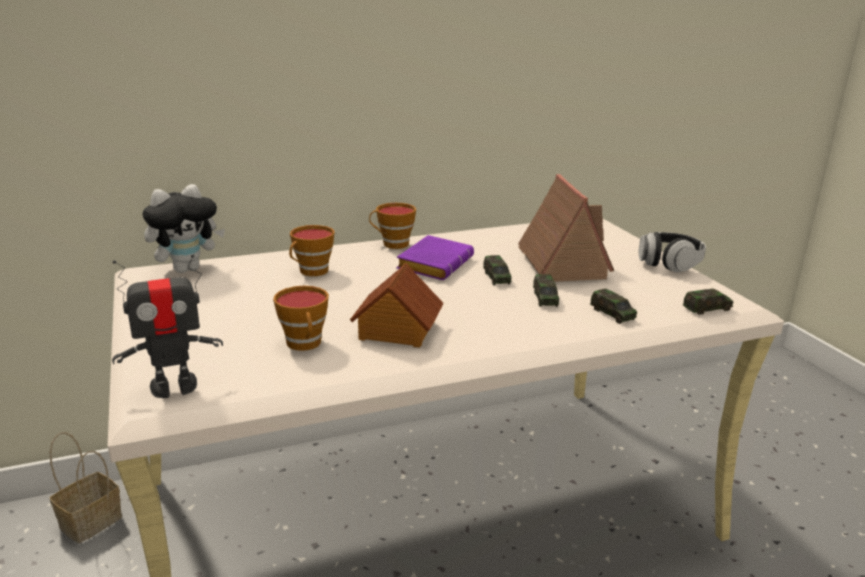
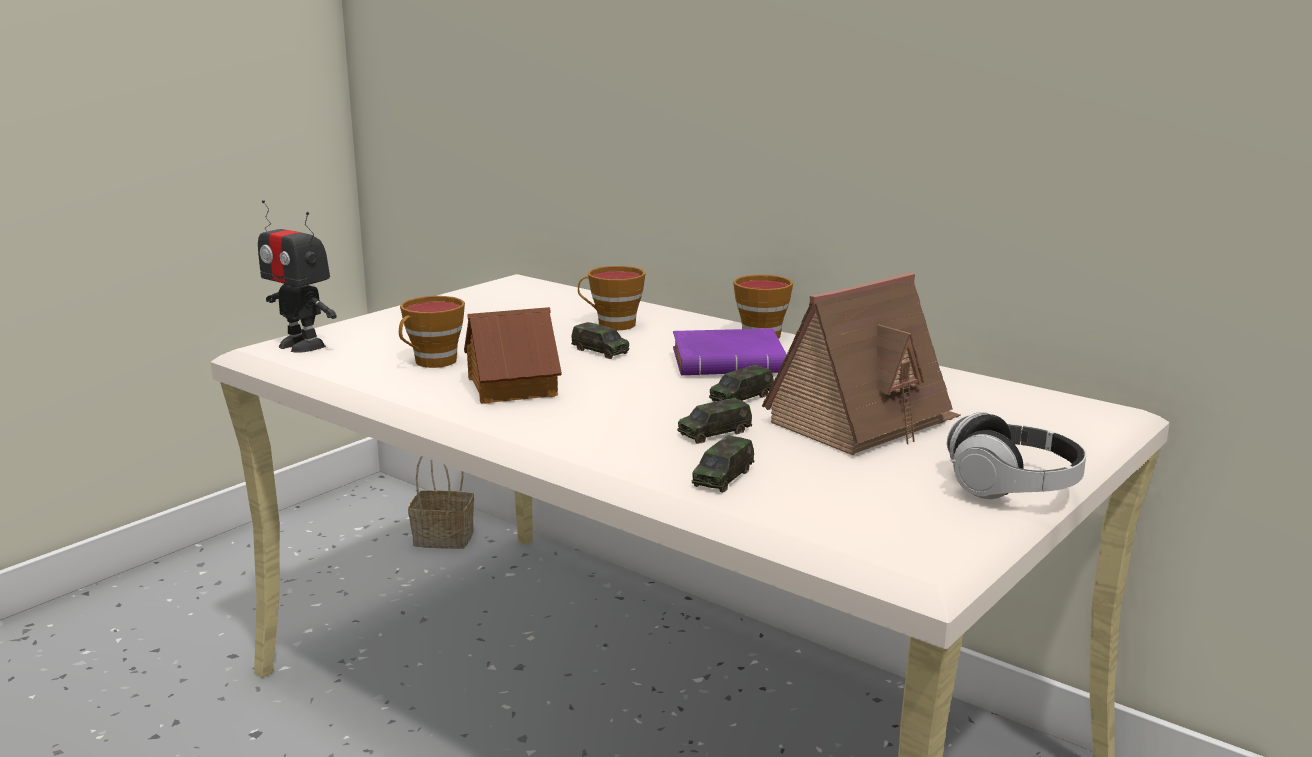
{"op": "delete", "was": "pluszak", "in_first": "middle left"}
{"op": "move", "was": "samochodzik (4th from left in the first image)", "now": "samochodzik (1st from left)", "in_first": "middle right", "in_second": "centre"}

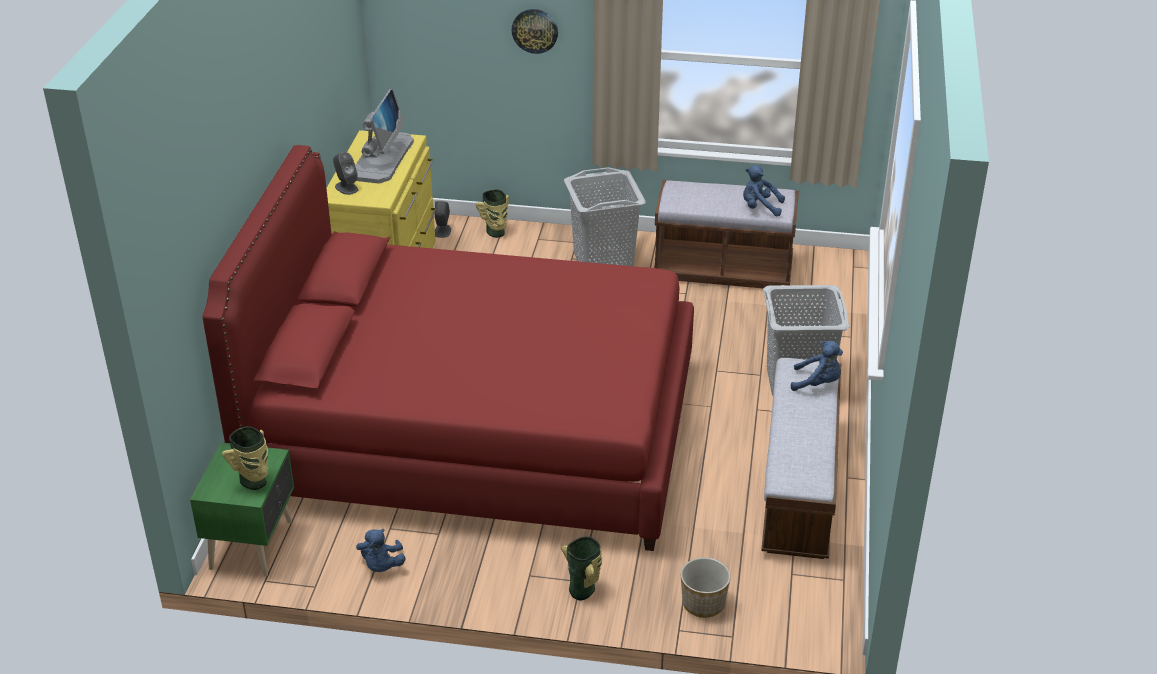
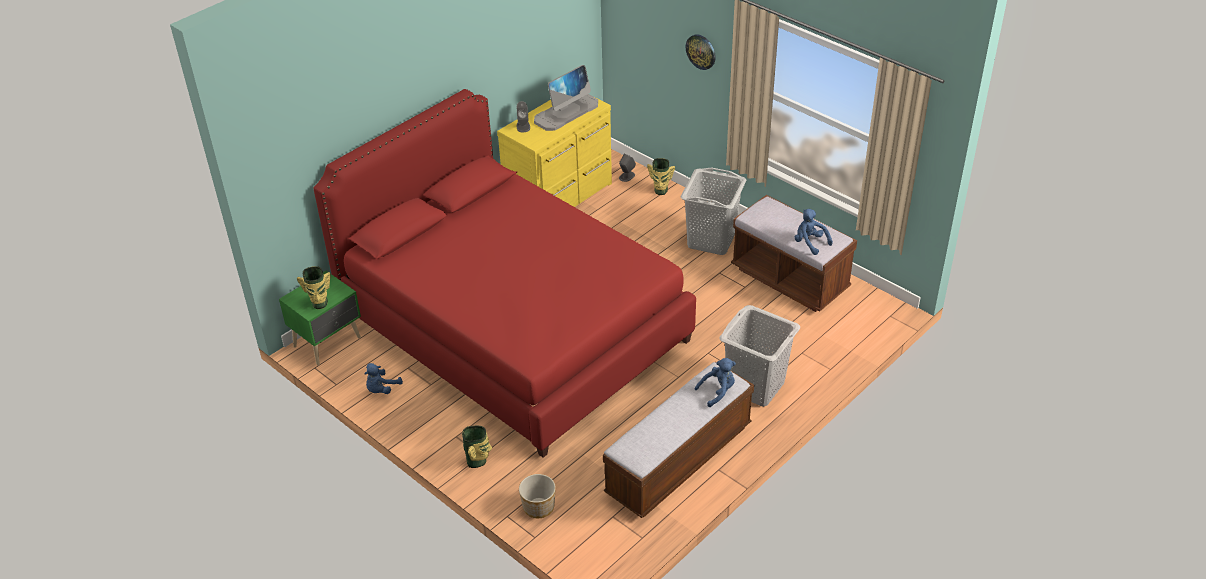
{"op": "rotate", "was": "pluszak [niebieski] (3rd from left in the first image)", "in_first": "middle right", "in_second": "centre", "clockwise": -75}

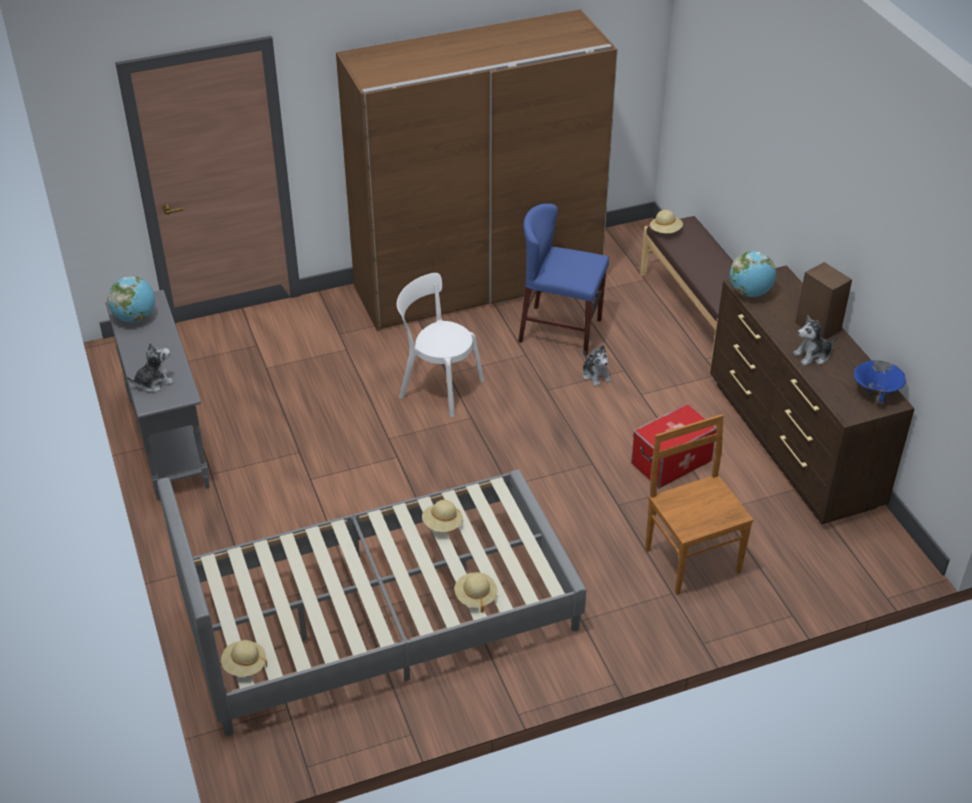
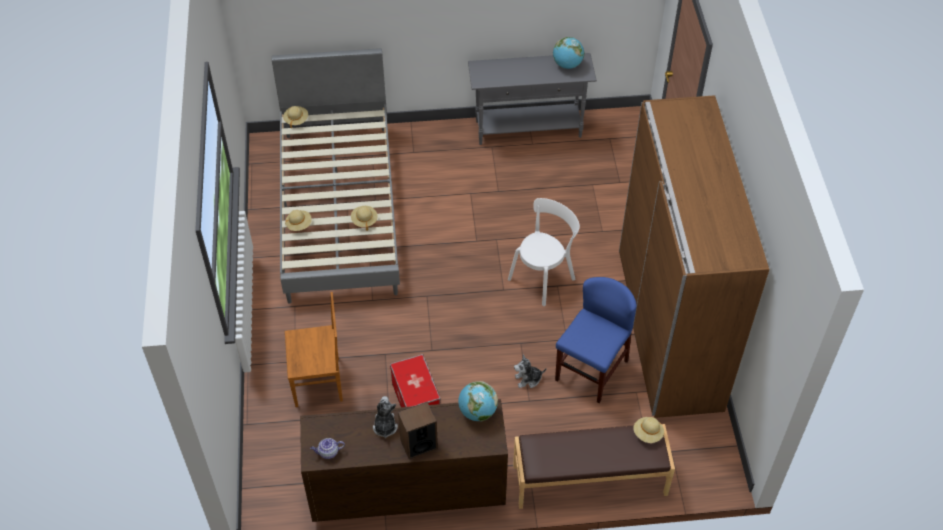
{"op": "delete", "was": "pluszak (1st from left)", "in_first": "middle left"}
{"op": "replace", "was": "miska [niebieski]", "now": "imbryk", "in_first": "middle right", "in_second": "bottom centre"}

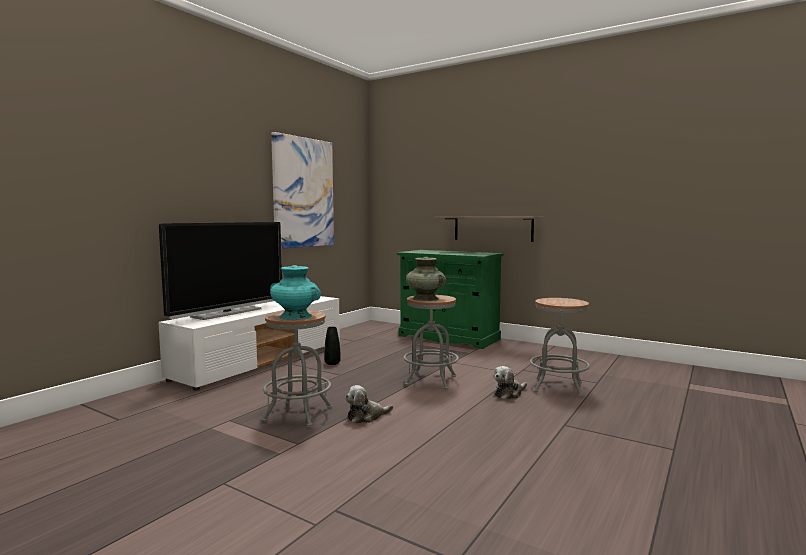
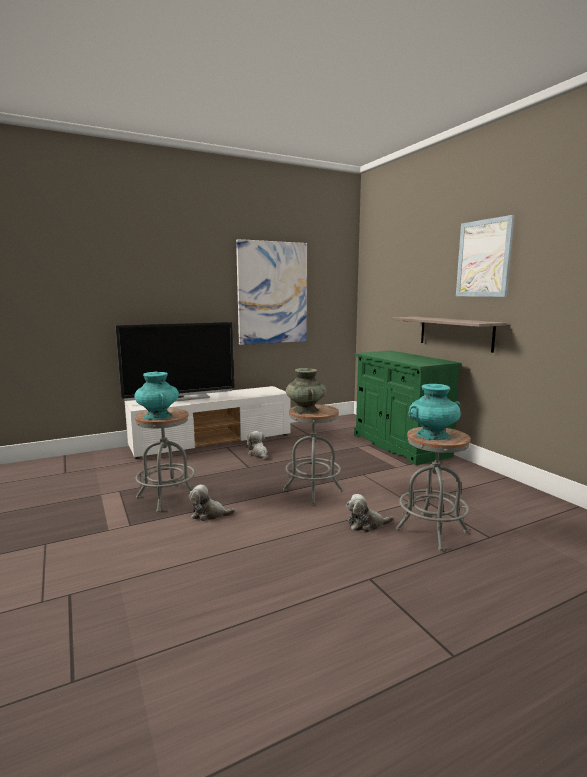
{"op": "replace", "was": "wazon [czarny]", "now": "pluszak (2nd from left)", "in_first": "centre", "in_second": "centre"}
{"op": "insert", "now": "wazon [turkusowy] (3rd from left)", "in_second": "middle right"}
{"op": "insert", "now": "obraz (2nd from left)", "in_second": "top right"}

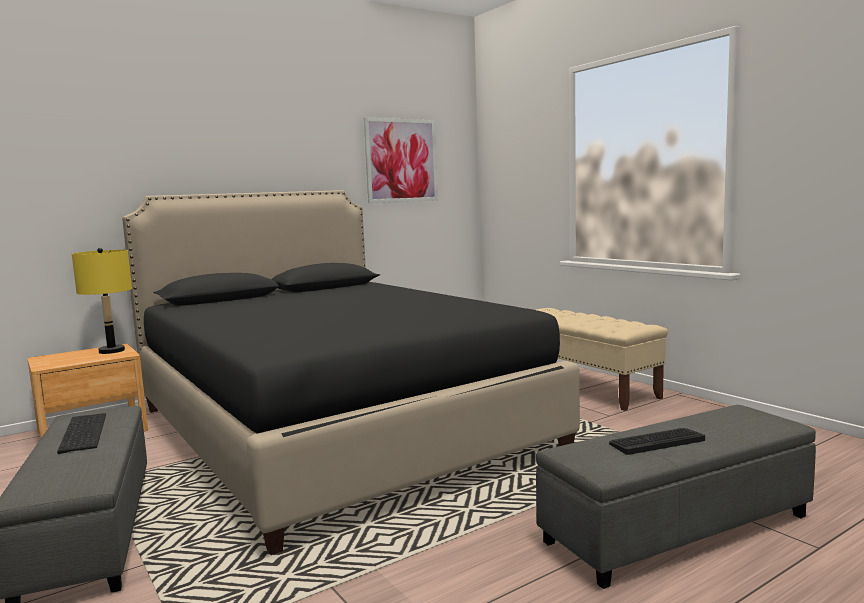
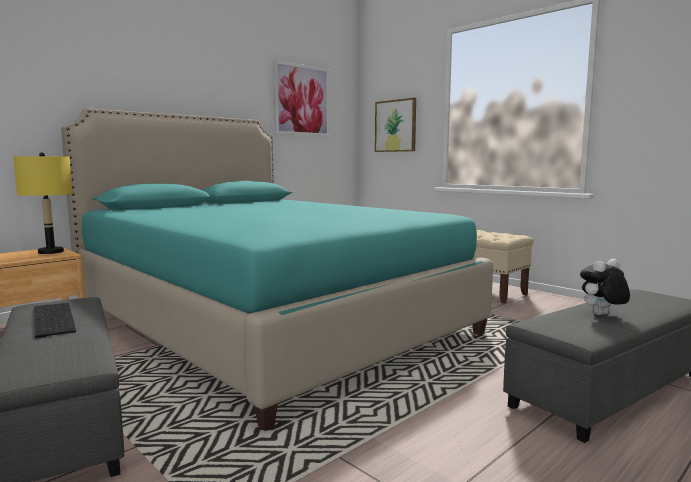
{"op": "recolor", "was": "łóżko [czarny]", "now": "łóżko [turkusowy]", "in_first": "centre", "in_second": "centre"}
{"op": "replace", "was": "klawiatura (2nd from left)", "now": "pluszak", "in_first": "bottom right", "in_second": "middle right"}
{"op": "insert", "now": "obraz (2nd from left)", "in_second": "top centre"}

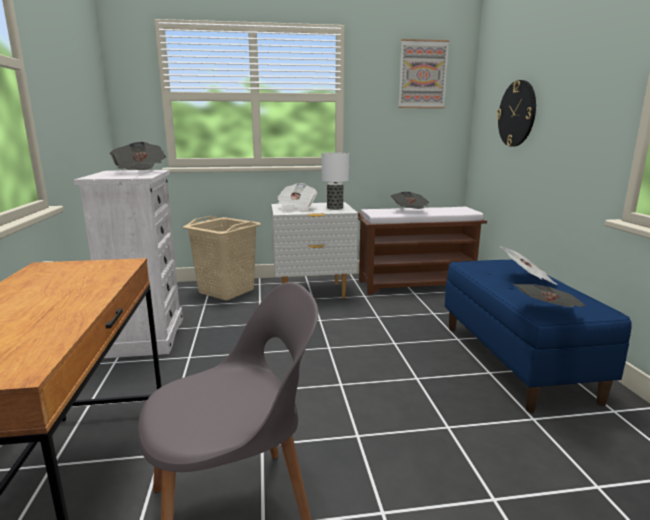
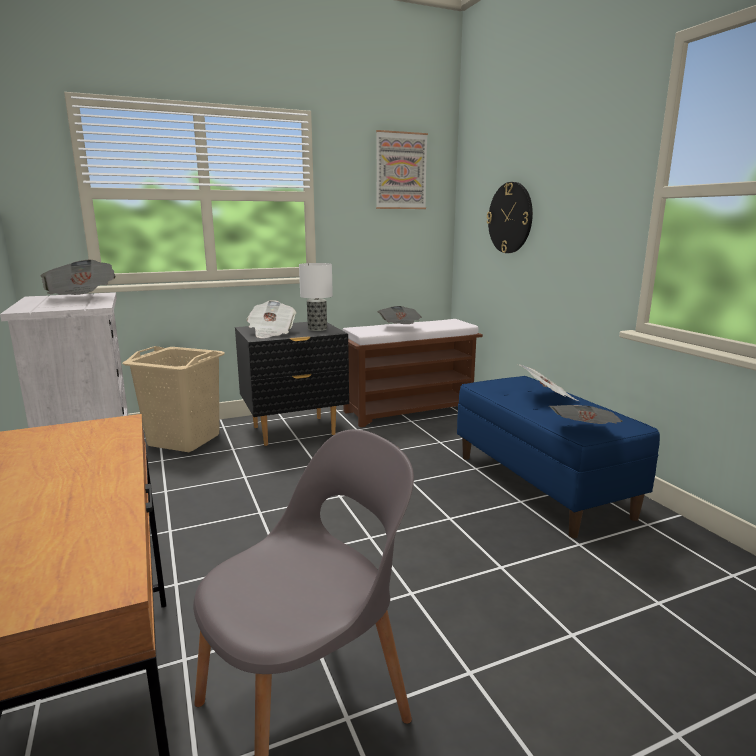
{"op": "recolor", "was": "szafka nocna [biały]", "now": "szafka nocna [czarny]", "in_first": "centre", "in_second": "centre"}

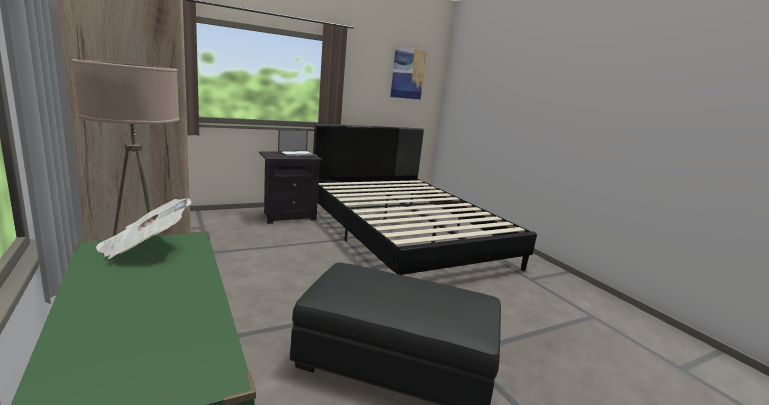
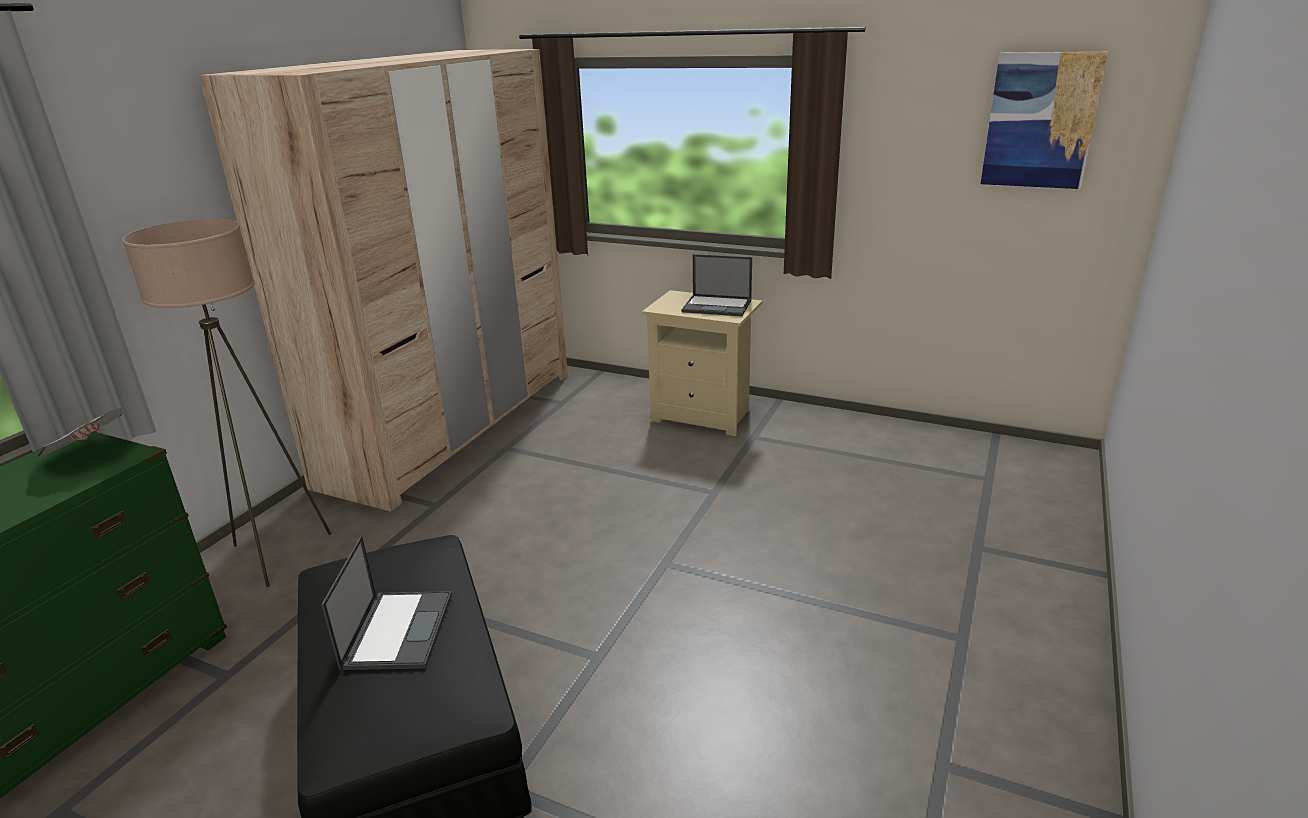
{"op": "recolor", "was": "szafka nocna [czarny]", "now": "szafka nocna [beżowy]", "in_first": "centre", "in_second": "centre"}
{"op": "delete", "was": "łóżko [czarny]", "in_first": "centre"}
{"op": "insert", "now": "laptop (1st from left)", "in_second": "bottom left"}

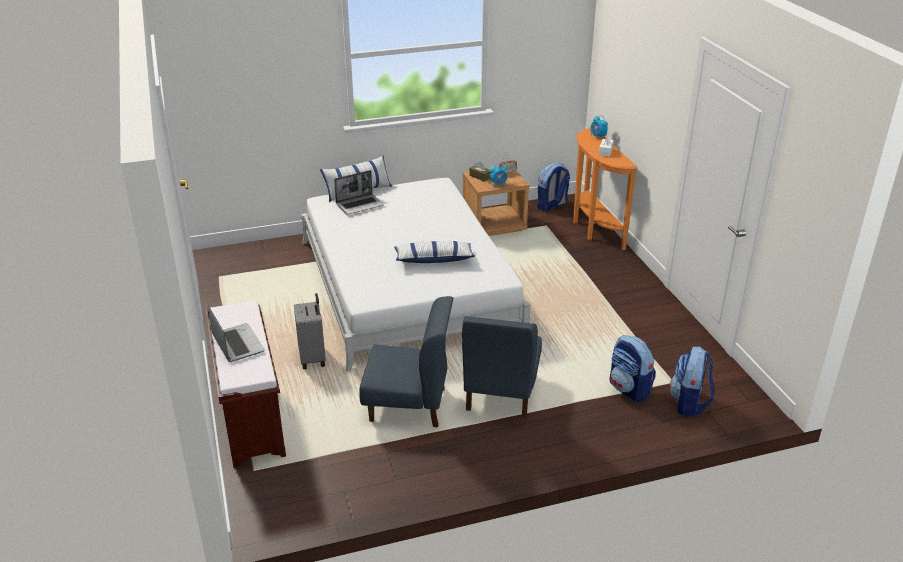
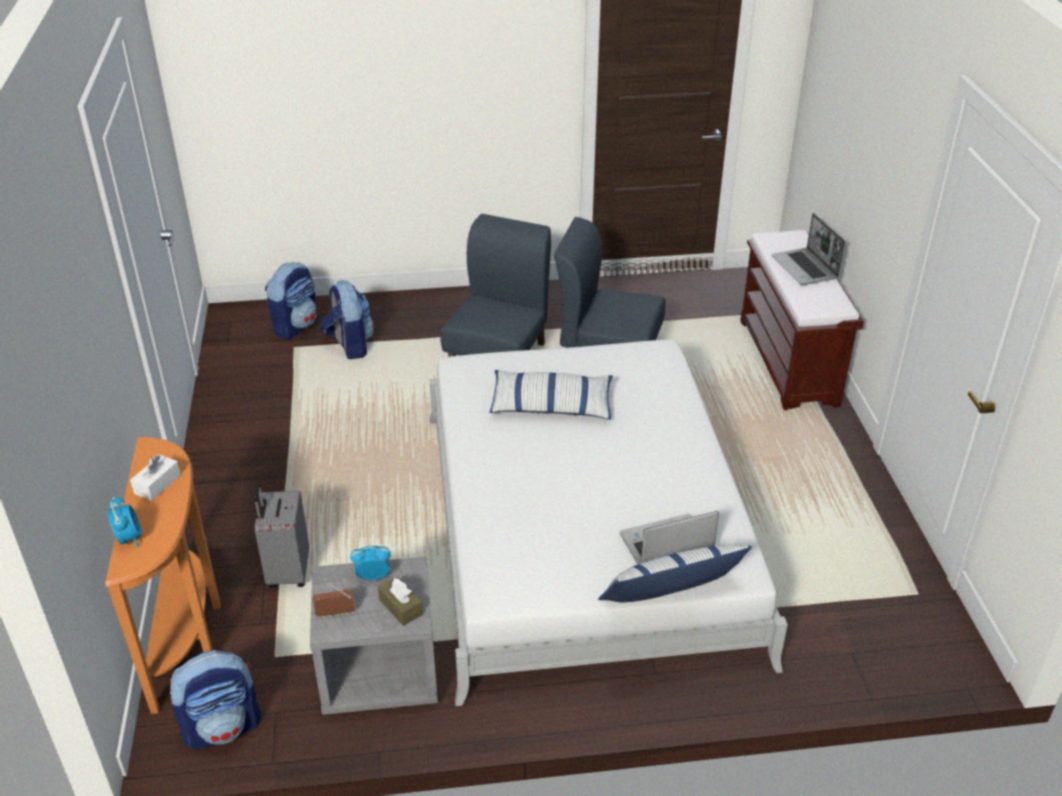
{"op": "move", "was": "walizka [szary]", "in_first": "centre", "in_second": "bottom left"}
{"op": "recolor", "was": "szafka nocna [brązowy]", "now": "szafka nocna [szary]", "in_first": "centre", "in_second": "bottom centre"}

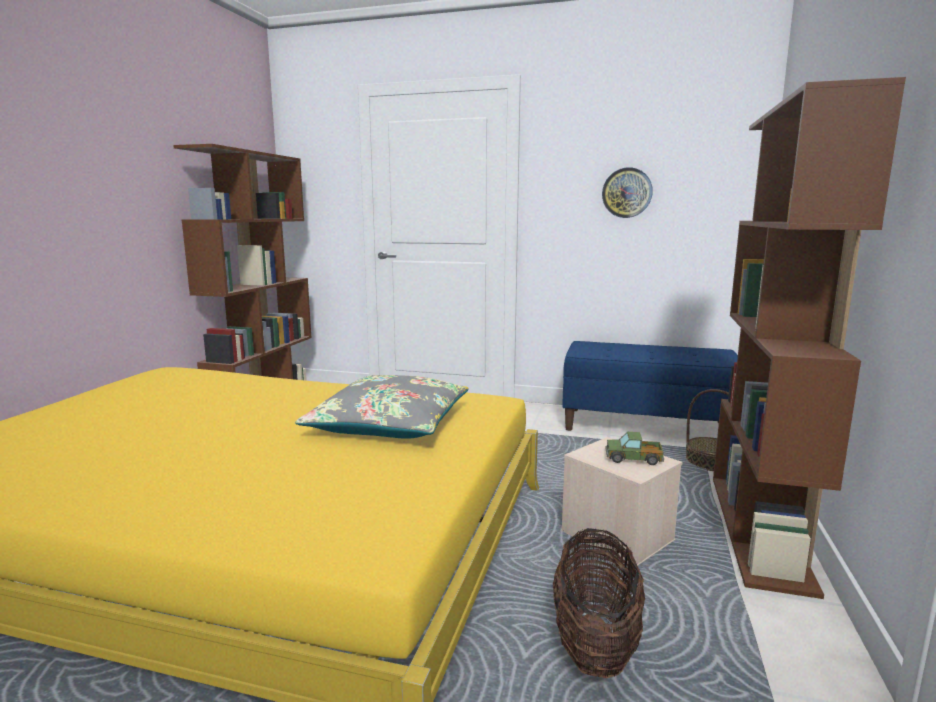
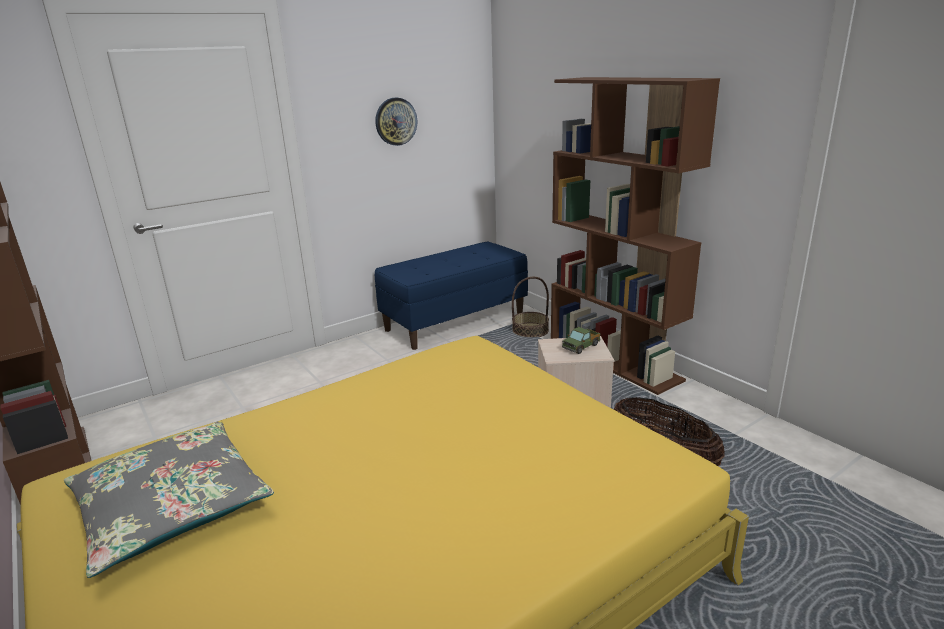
{"op": "move", "was": "poduszka [szary]", "in_first": "centre", "in_second": "bottom left"}

